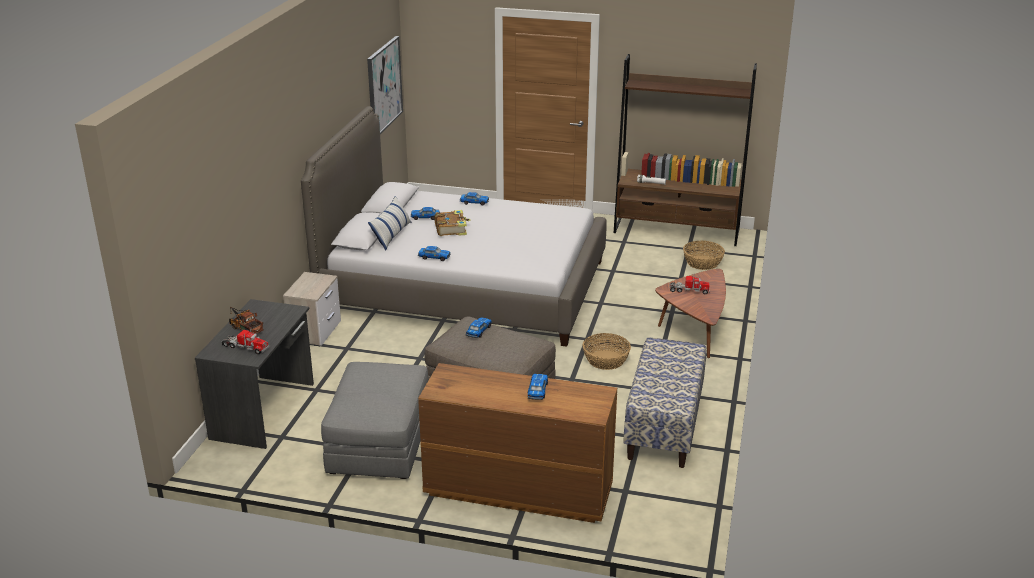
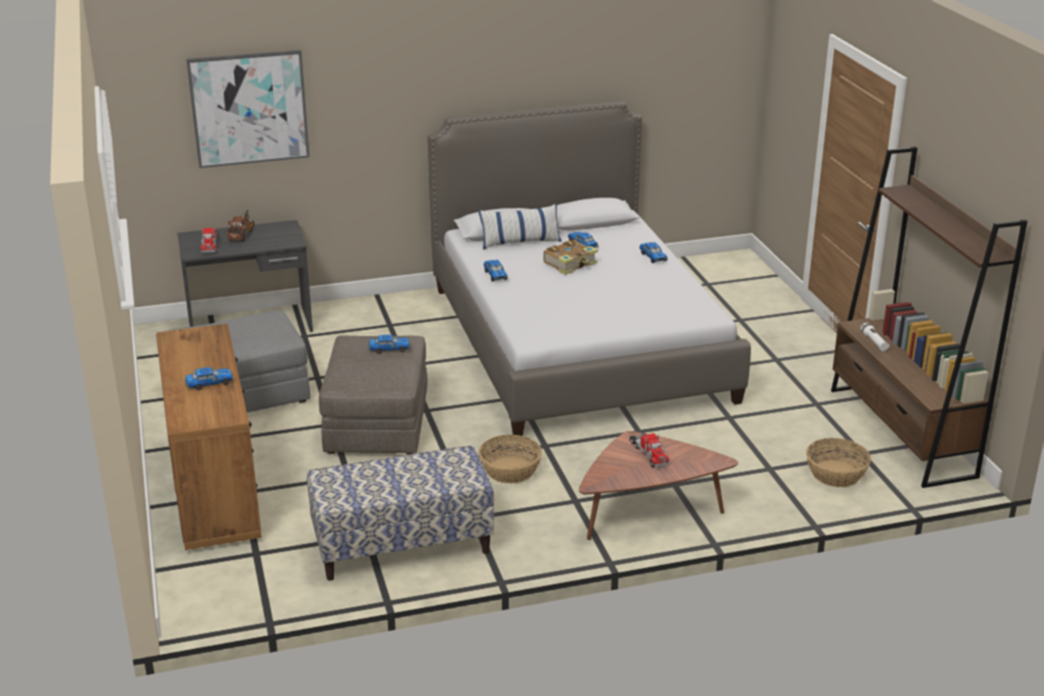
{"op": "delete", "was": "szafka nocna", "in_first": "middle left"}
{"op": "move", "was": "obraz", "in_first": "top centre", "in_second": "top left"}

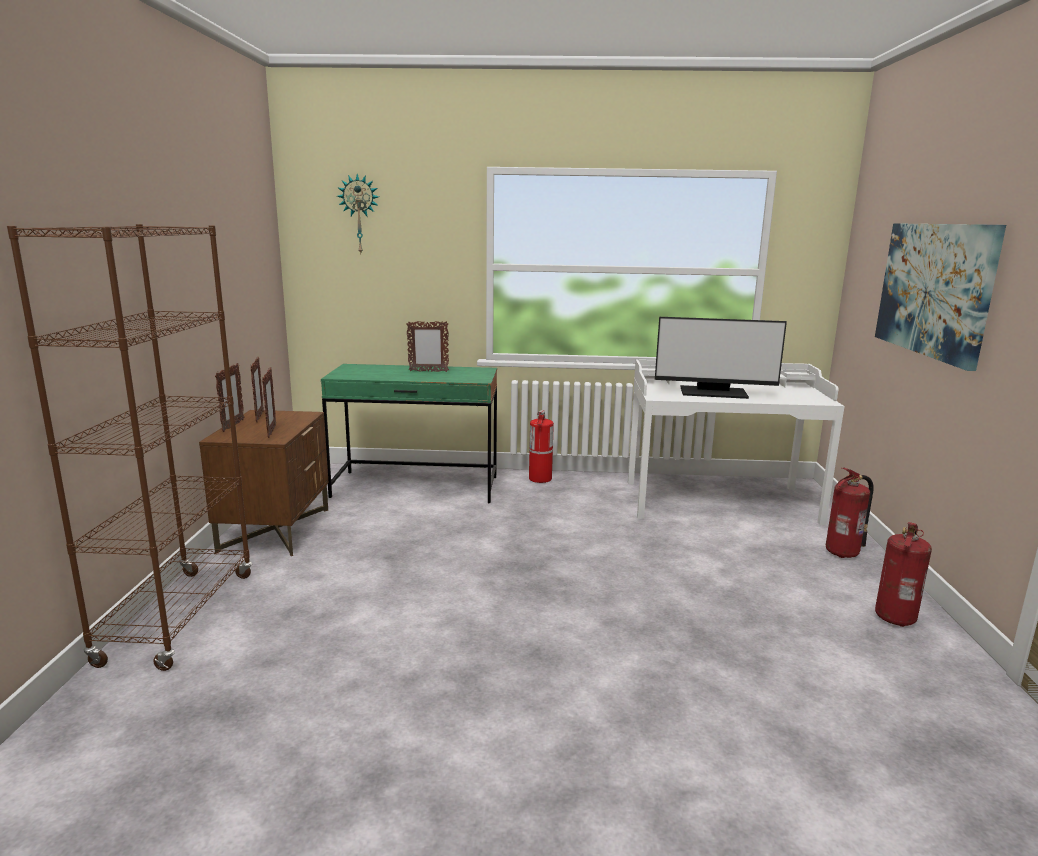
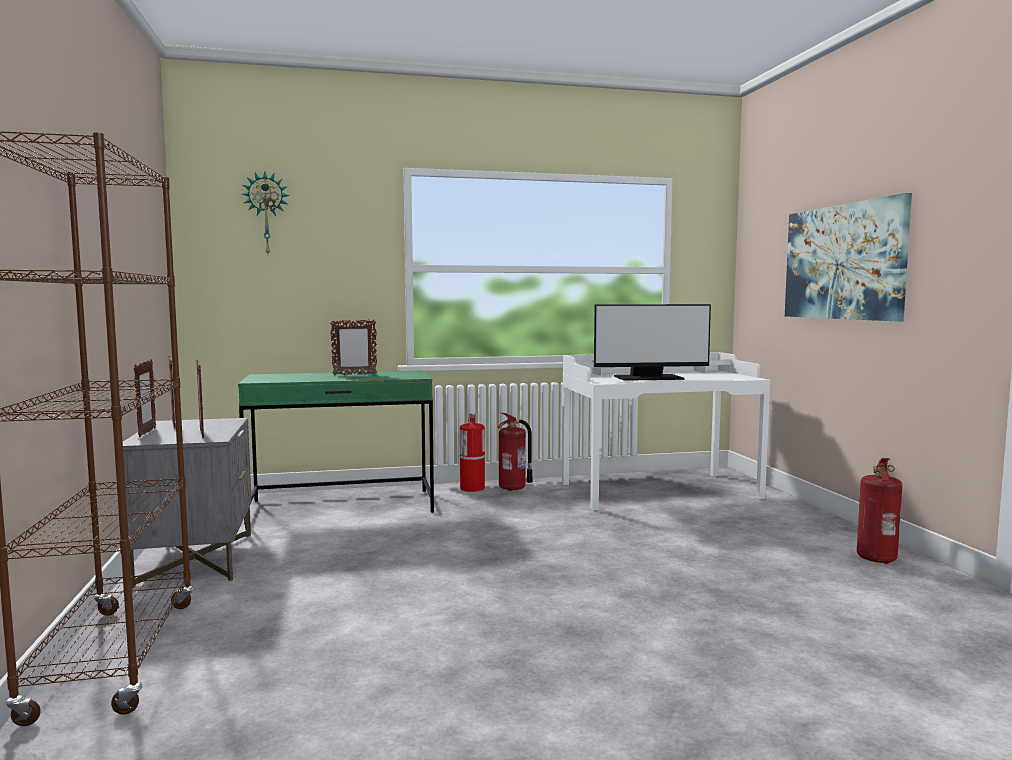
{"op": "recolor", "was": "szafka nocna [brązowy]", "now": "szafka nocna [szary]", "in_first": "middle left", "in_second": "middle left"}
{"op": "move", "was": "gaśnica (2nd from left)", "in_first": "middle right", "in_second": "centre"}

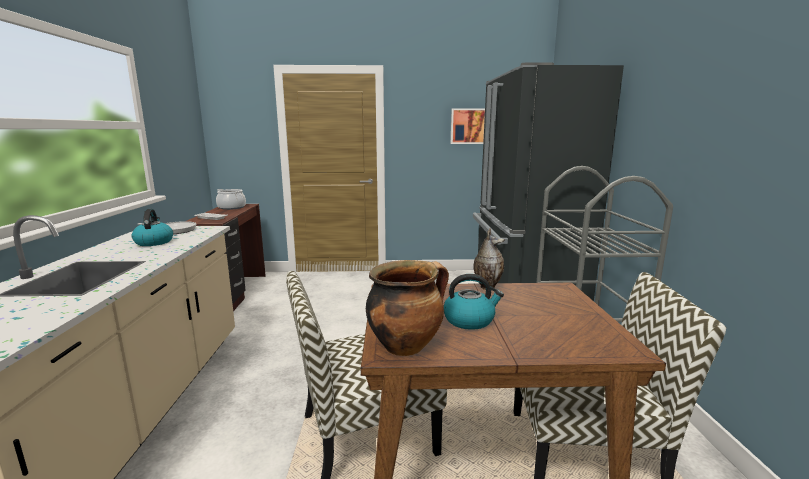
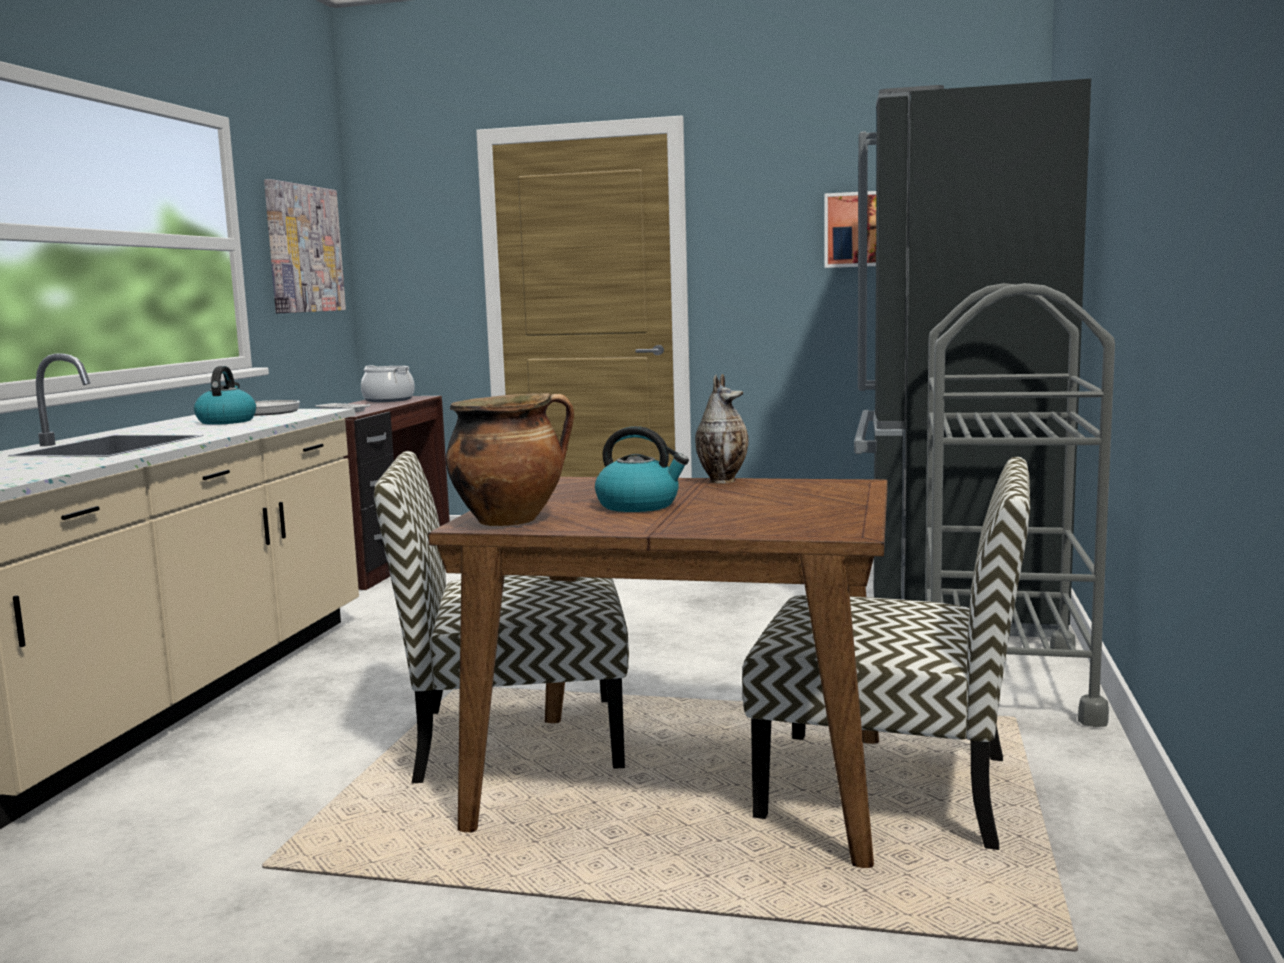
{"op": "insert", "now": "obraz (1st from left)", "in_second": "top left"}

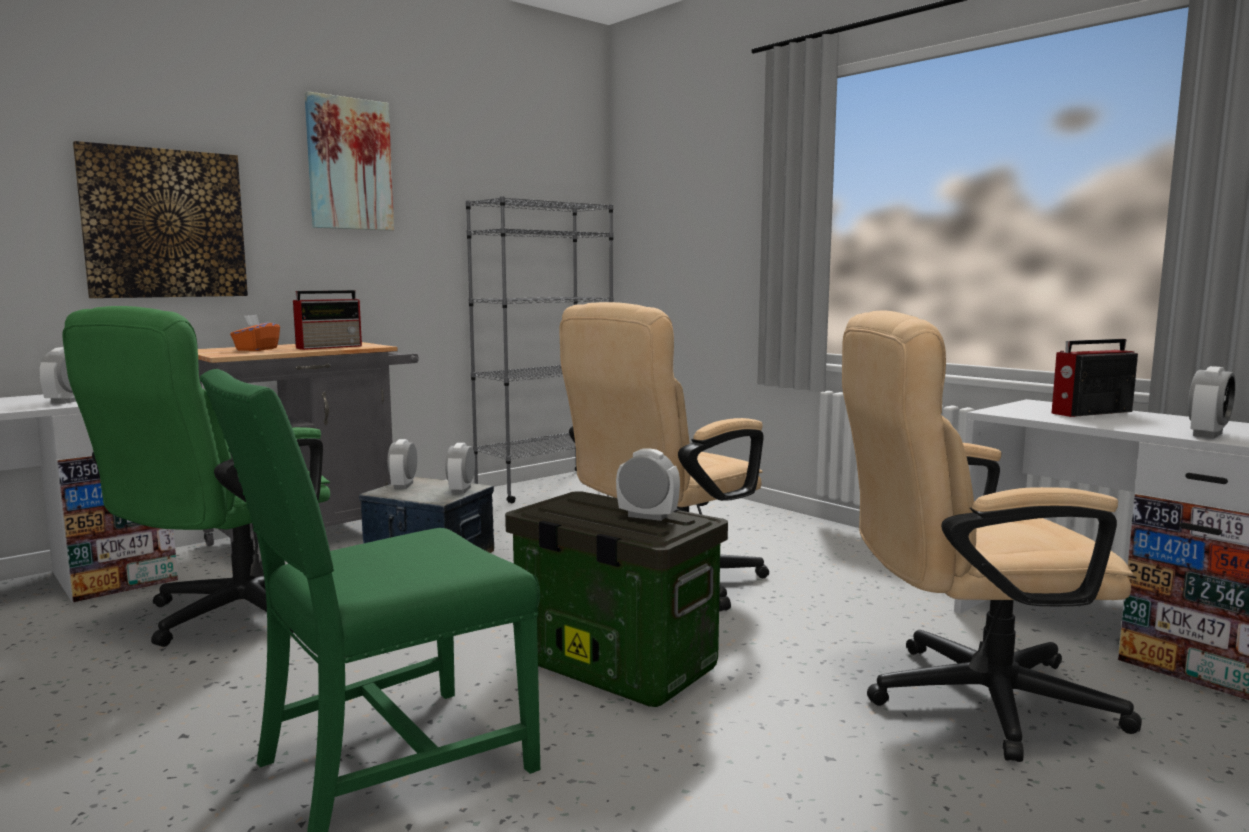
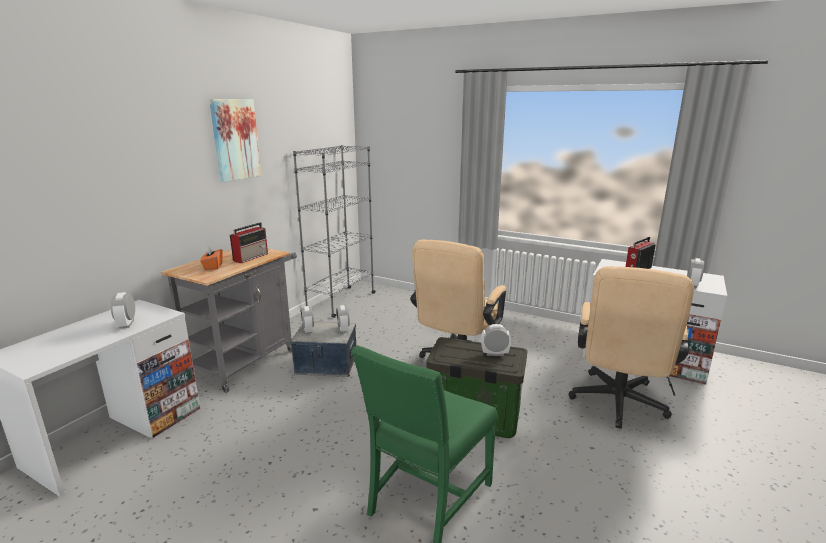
{"op": "delete", "was": "krzesło biurowe [zielony]", "in_first": "middle left"}
{"op": "delete", "was": "obraz (1st from left)", "in_first": "top left"}
{"op": "rotate", "was": "krzesło biurowe [beżowy] (2nd from left)", "in_first": "middle right", "in_second": "middle right", "clockwise": -45}

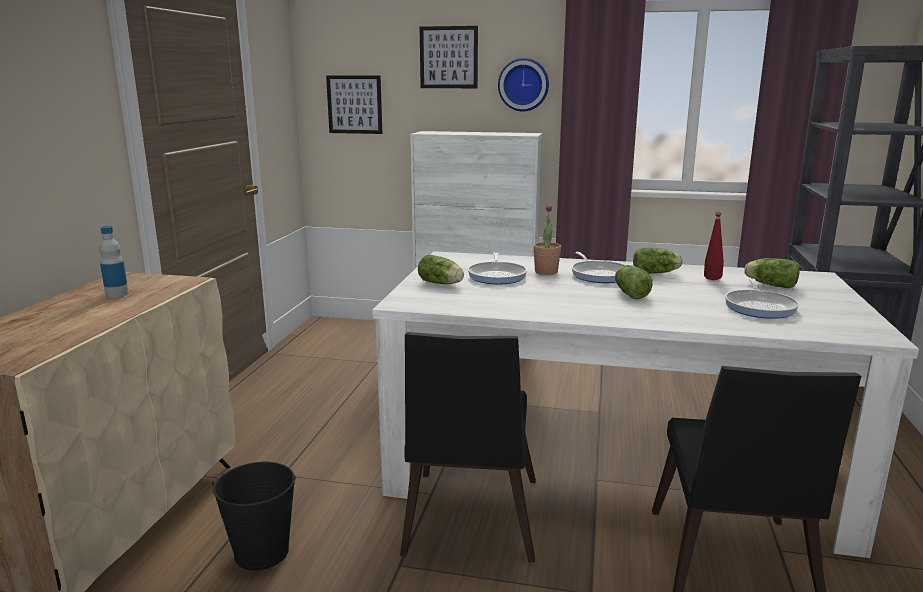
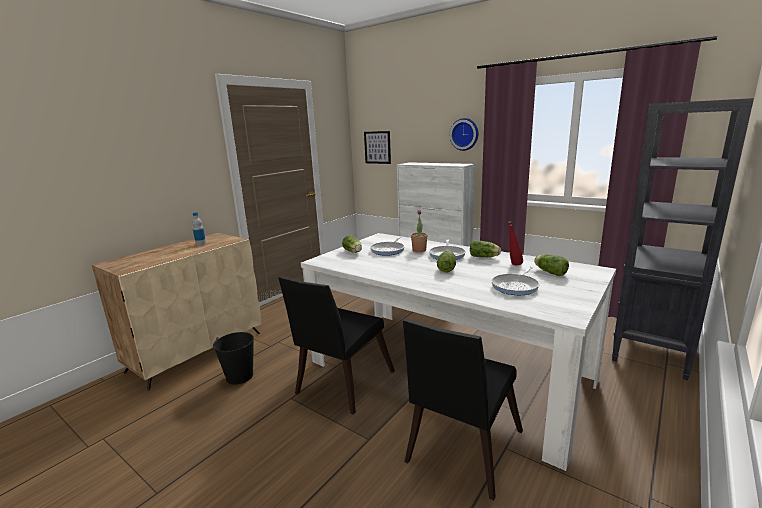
{"op": "delete", "was": "obraz (2nd from left)", "in_first": "top centre"}

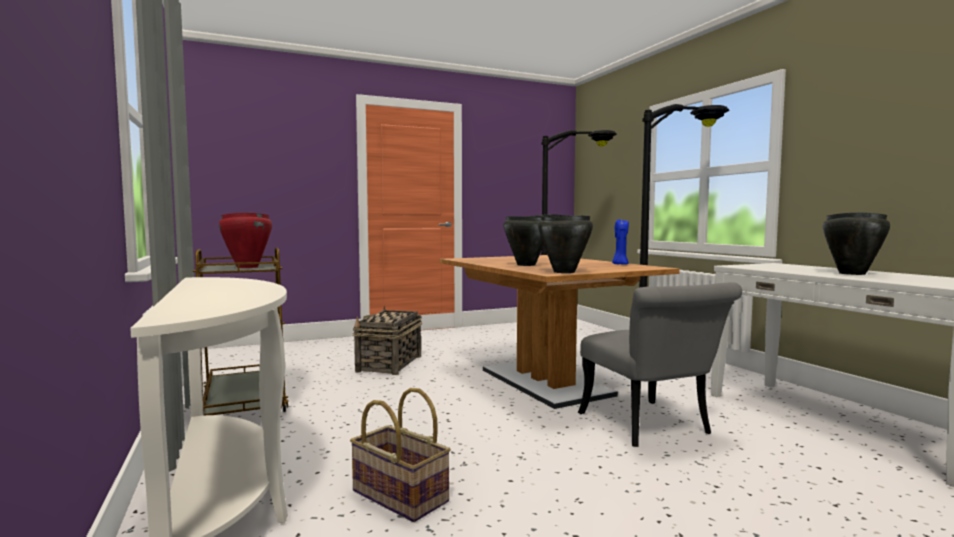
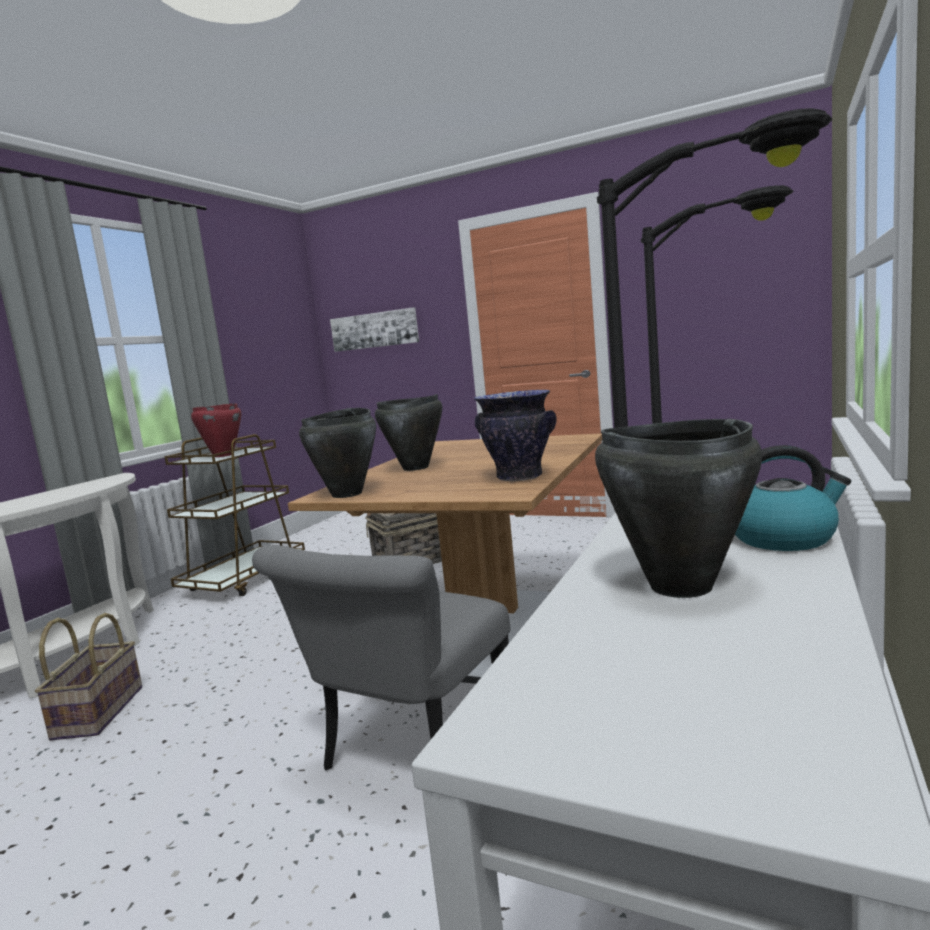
{"op": "replace", "was": "świeca [niebieski]", "now": "wazon", "in_first": "centre", "in_second": "centre"}
{"op": "insert", "now": "obraz", "in_second": "centre"}
{"op": "insert", "now": "czajnik", "in_second": "middle right"}

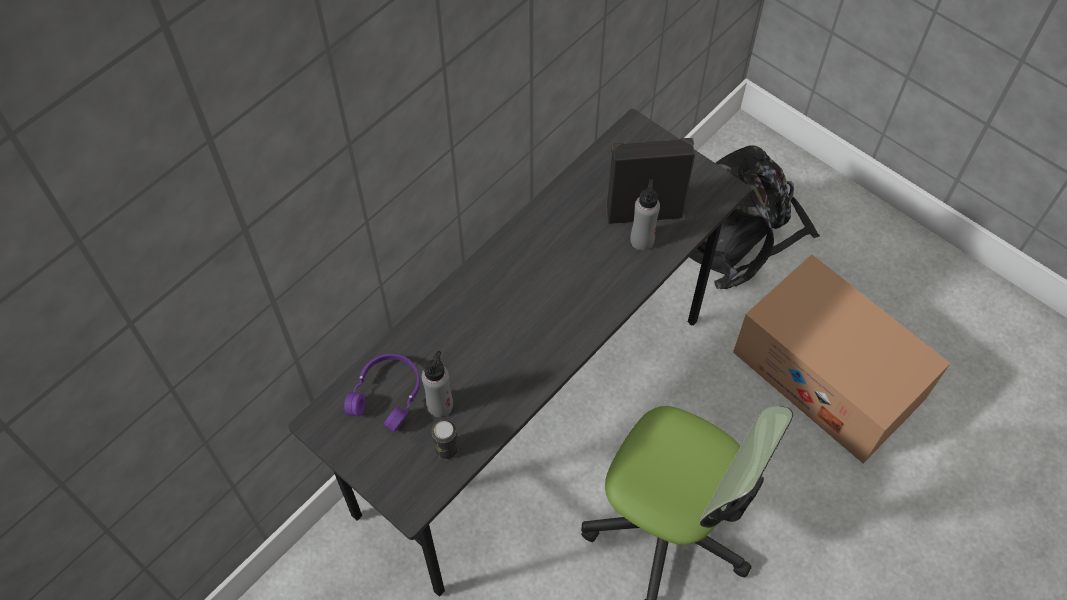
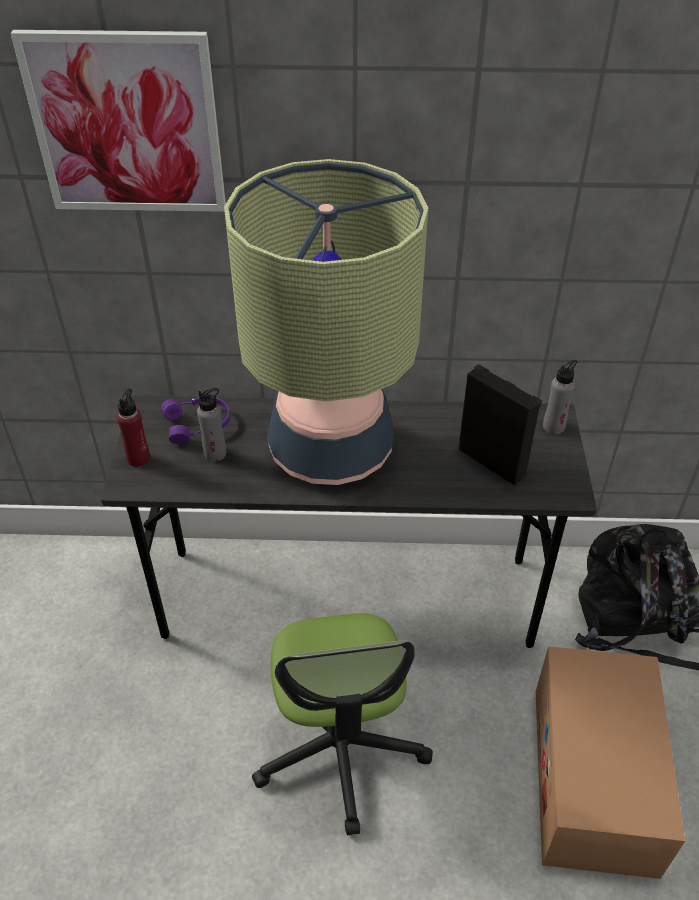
{"op": "delete", "was": "puszka", "in_first": "bottom centre"}
{"op": "move", "was": "butelka [szary] (2nd from left)", "in_first": "centre", "in_second": "middle right"}
{"op": "insert", "now": "obraz", "in_second": "top left"}
{"op": "insert", "now": "butelka [czerwony]", "in_second": "middle left"}
{"op": "insert", "now": "lampa stołowa", "in_second": "centre"}

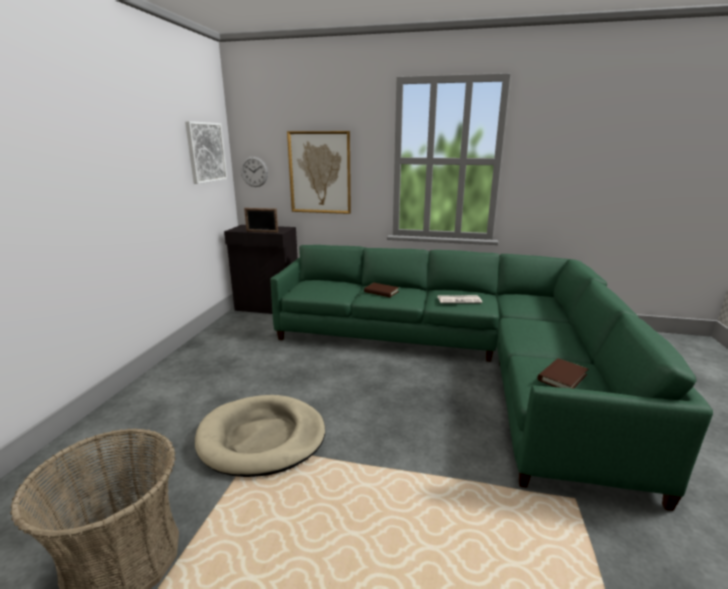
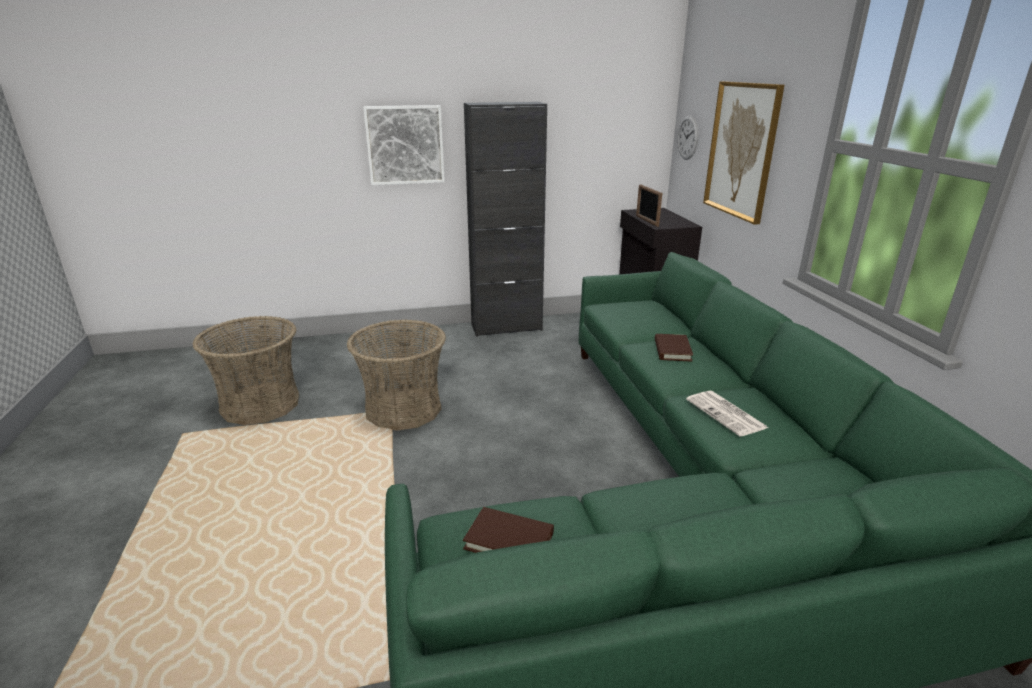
{"op": "move", "was": "obraz (1st from left)", "in_first": "top left", "in_second": "top centre"}
{"op": "replace", "was": "legowisko [beżowy]", "now": "koszyk (2nd from left)", "in_first": "bottom centre", "in_second": "centre"}
{"op": "insert", "now": "szafka [czarny] (1st from left)", "in_second": "top centre"}

